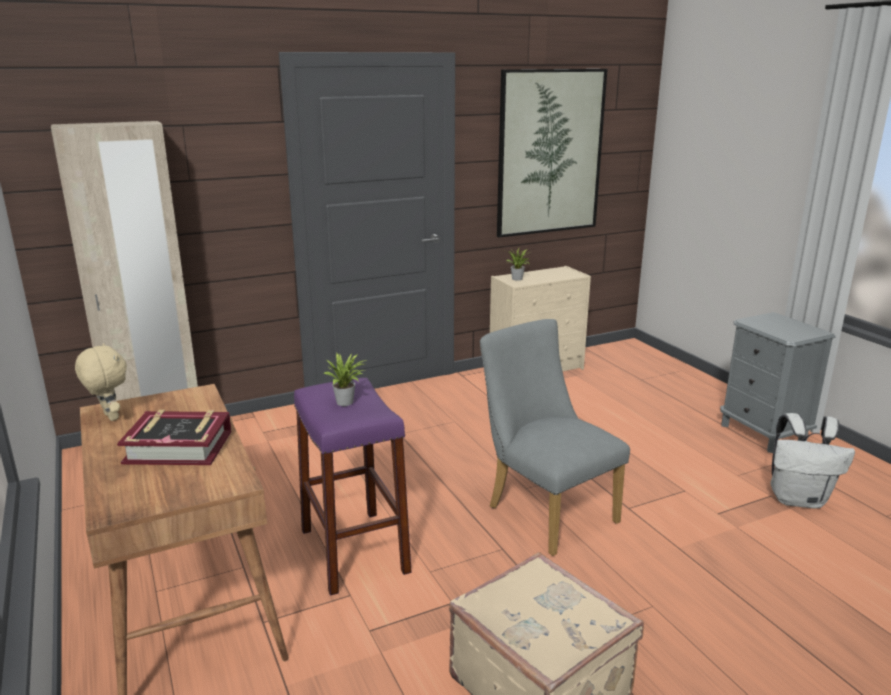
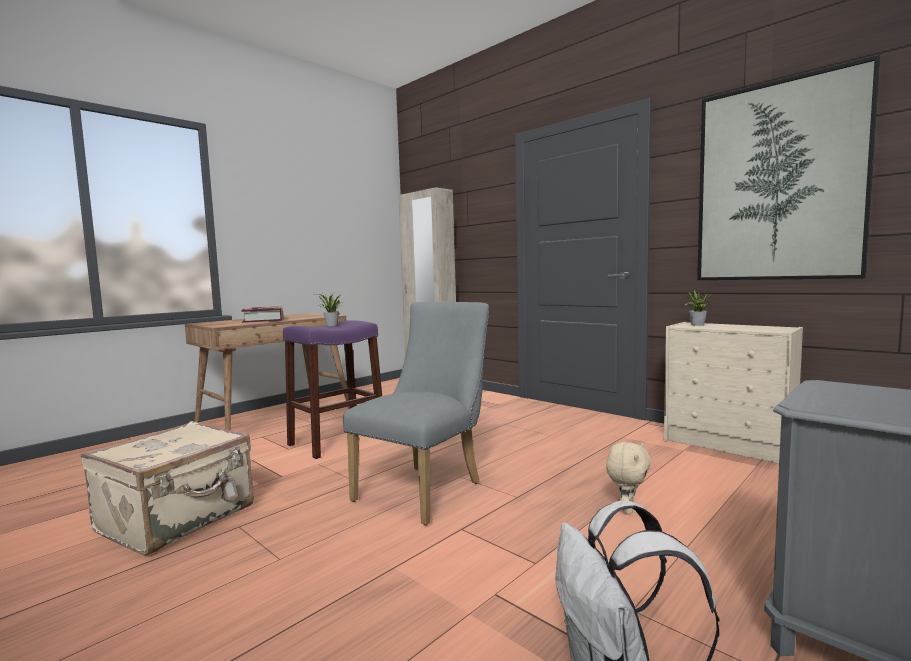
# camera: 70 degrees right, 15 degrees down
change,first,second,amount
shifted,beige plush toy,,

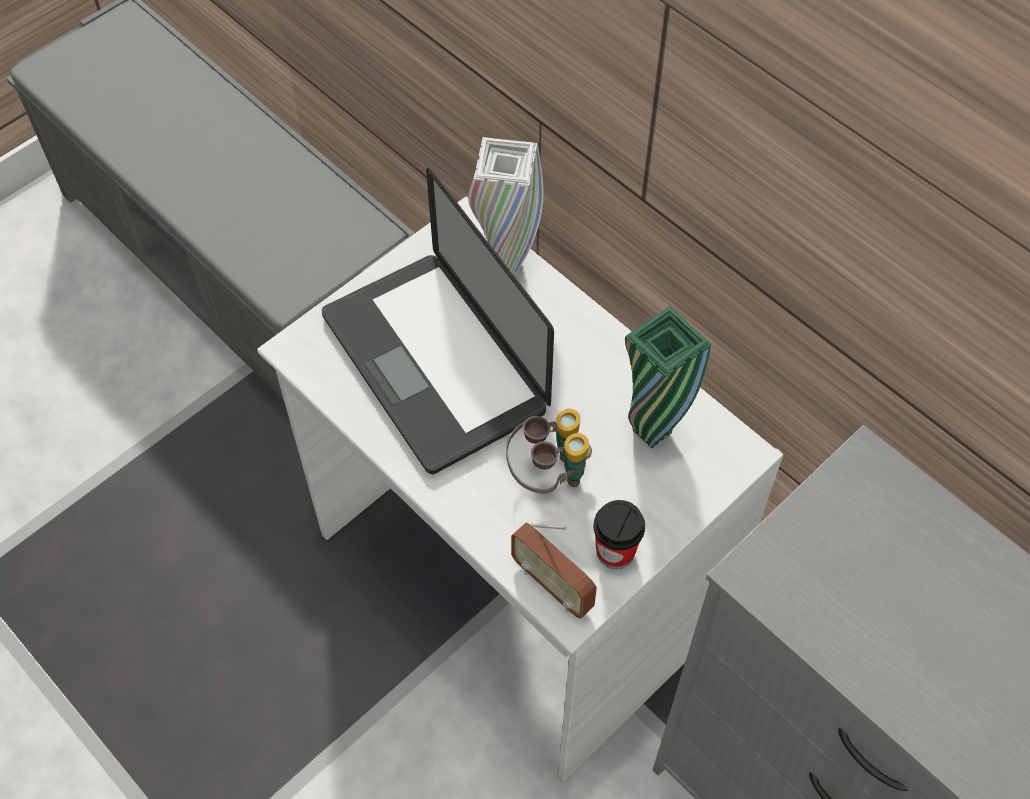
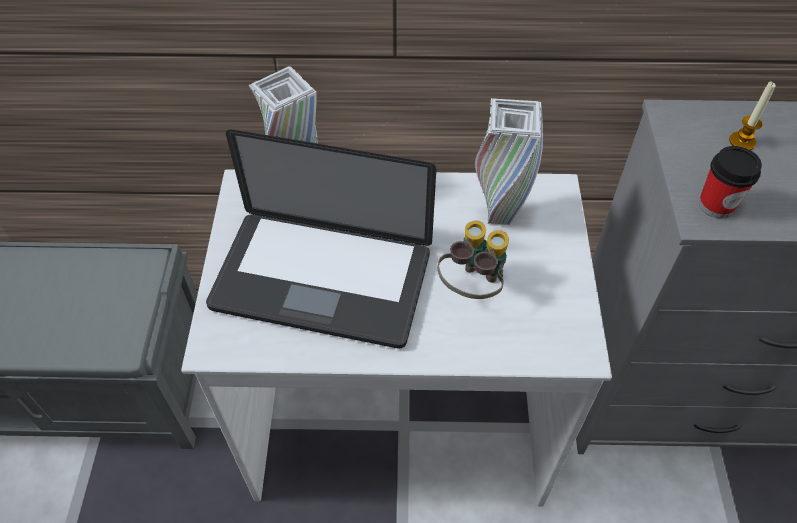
# camera: 45 degrees left, 5 degrees down
change,first,second,amount
repainted,green vase,white vase (no. 2 from left),
shifted,cup,,
gone,radio,,
new,,candle,

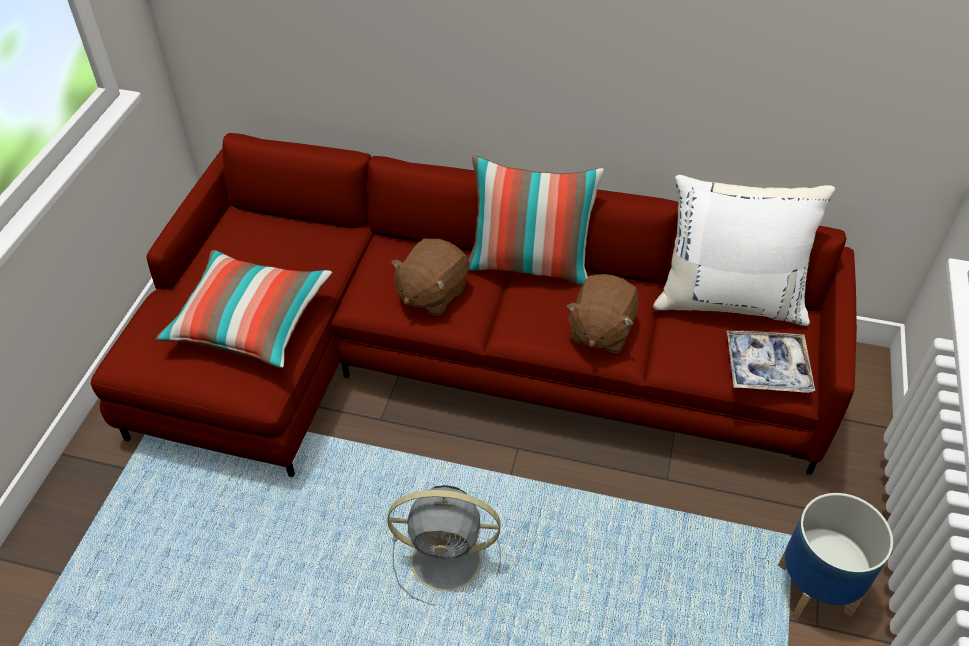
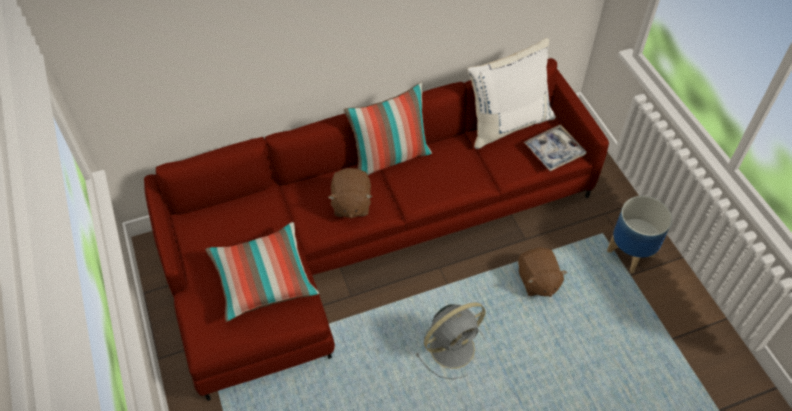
# camera: 35 degrees left, 5 degrees up
change,first,second,amount
shifted,brown plush toy (no. 2 from left),,

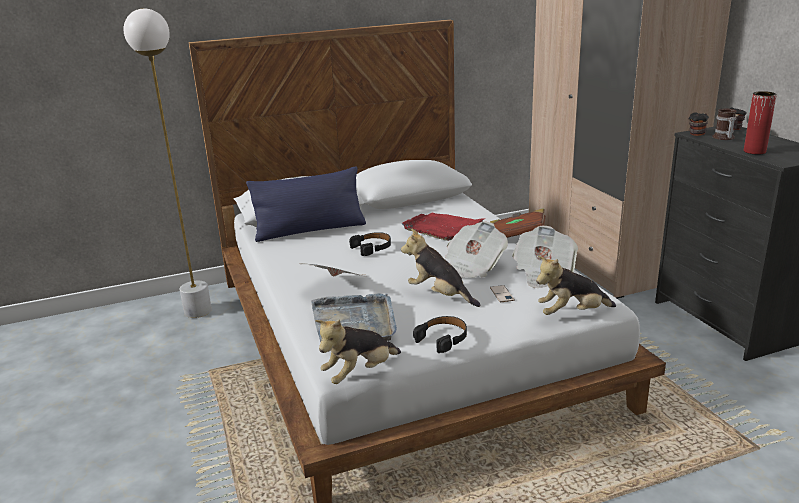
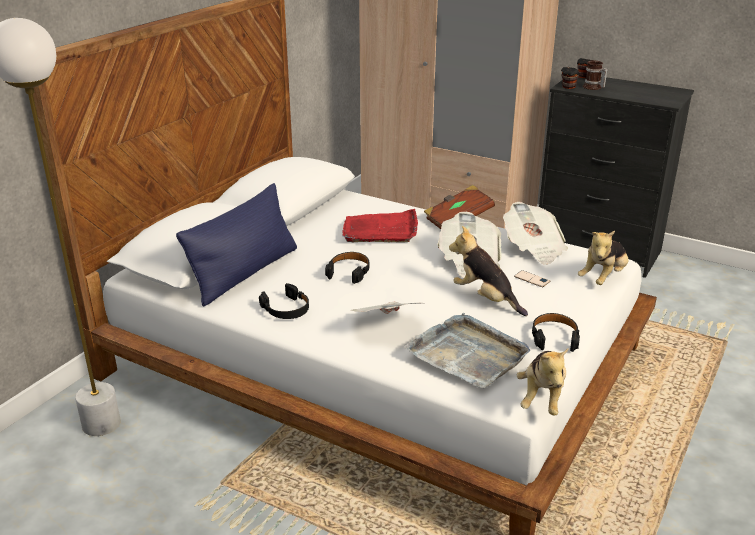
# camera: 40 degrees left, 5 degrees up
change,first,second,amount
gone,red vase,,
rotated,plush toy (no. 2 from left in the first image),plush toy (no. 1 from left),45 degrees clockwise
new,,black headphones (no. 1 from left),

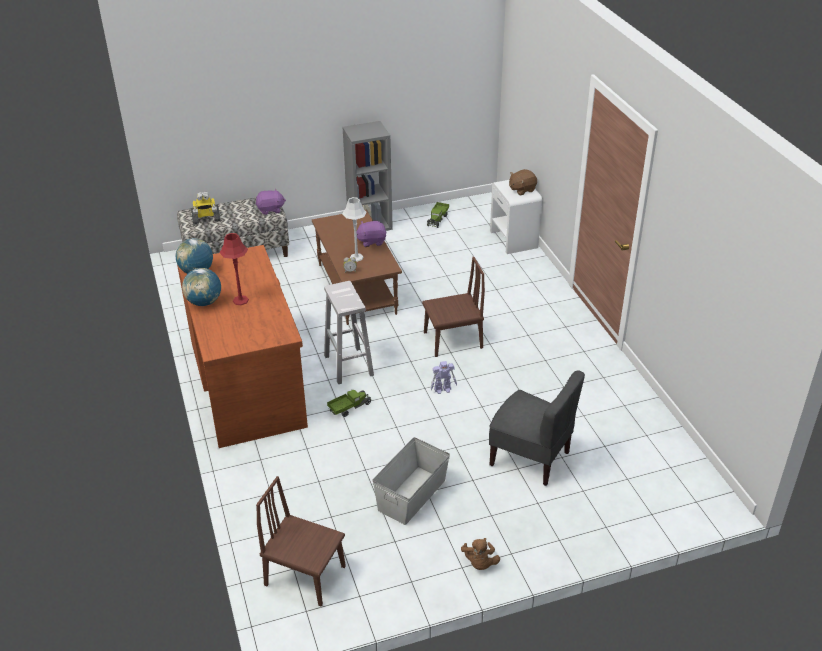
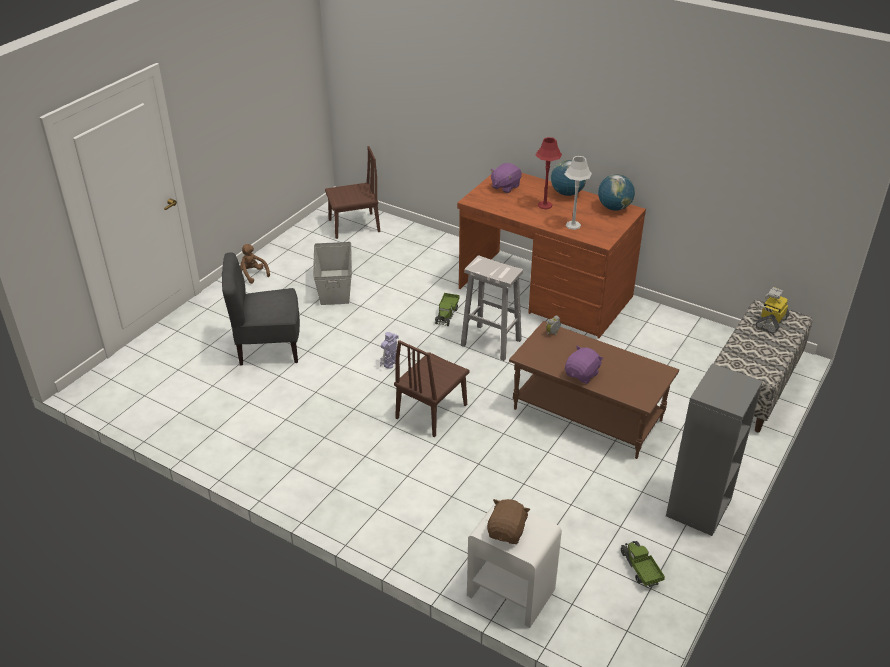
# camera: 140 degrees right, 0 degrees up
change,first,second,amount
shifted,purple plush toy (no. 1 from left),,
shifted,grey table lamp,,

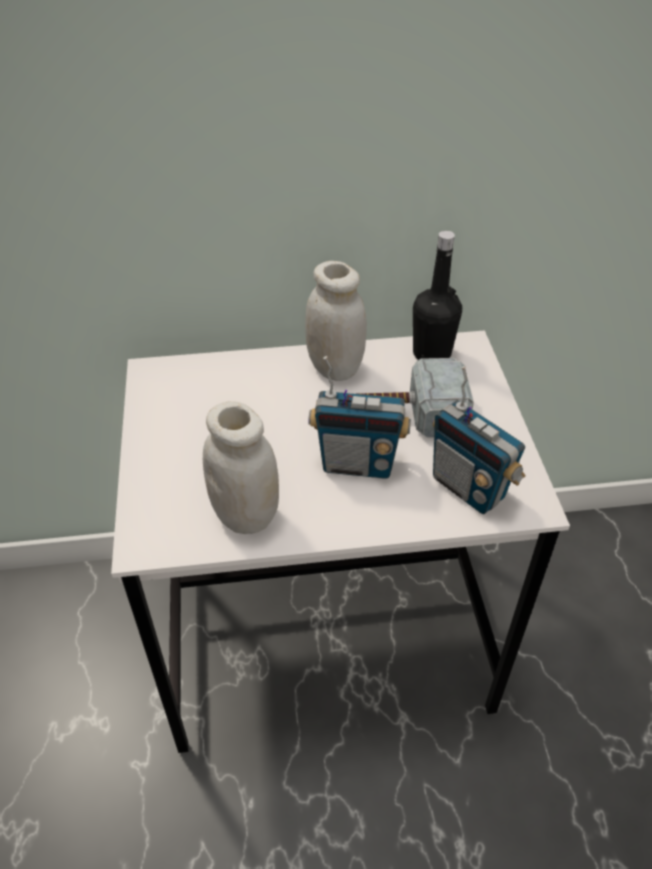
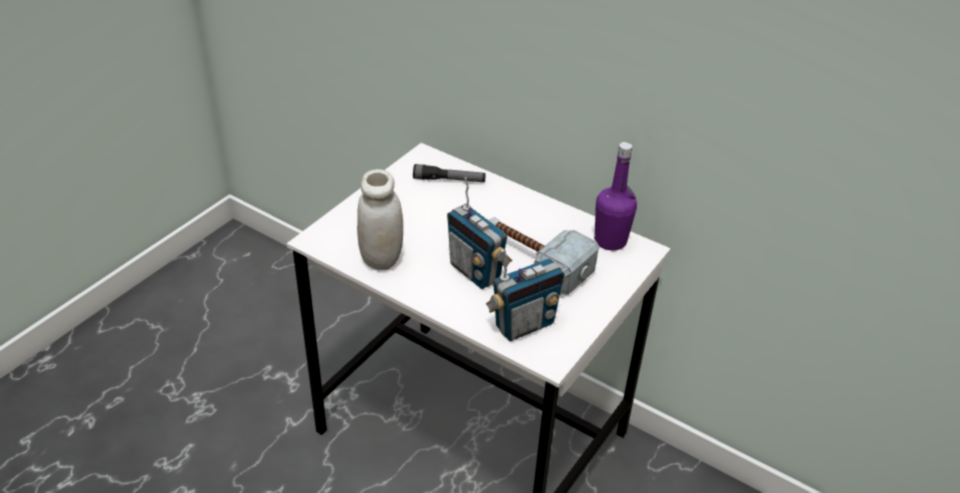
# camera: 40 degrees right, 5 degrees down
change,first,second,amount
repainted,black bottle,purple bottle,
gone,white jar (no. 2 from left),,
rotated,radio (no. 2 from left),,120 degrees counterclockwise
new,,flashlight,

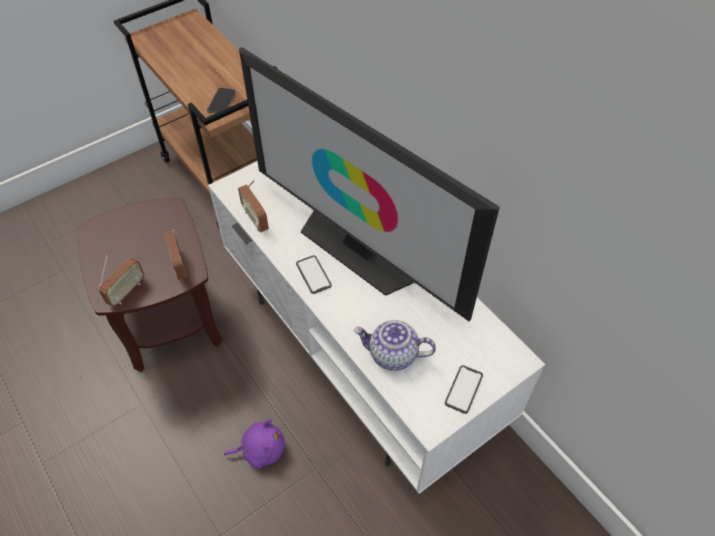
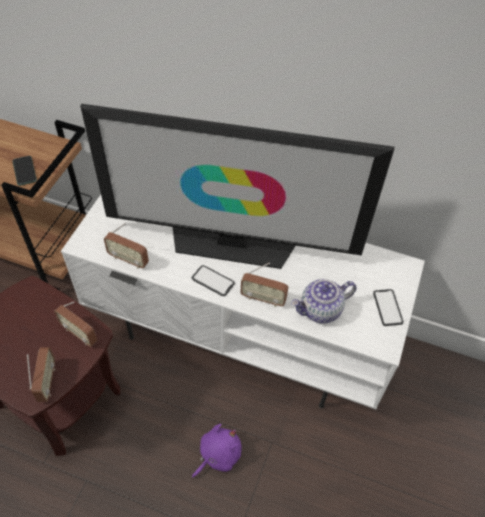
# camera: 35 degrees left, 0 degrees up
change,first,second,amount
new,,radio (no. 4 from left),

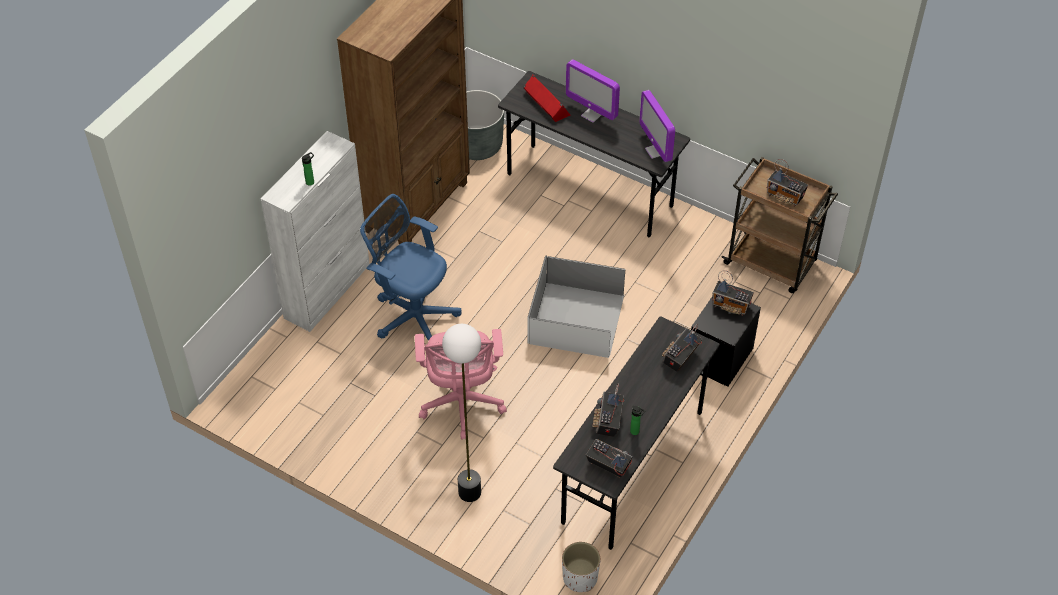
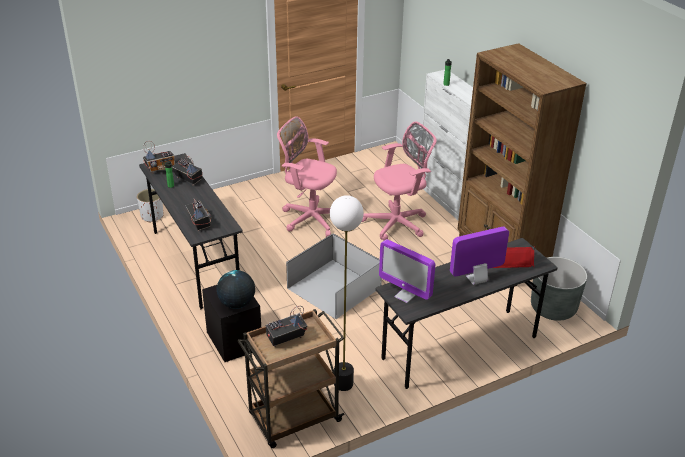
# camera: 120 degrees right, 15 degrees down
change,first,second,amount
rotated,monitor (no. 2 from left in the first image),monitor (no. 1 from left),150 degrees counterclockwise
repainted,blue office chair,pink office chair (no. 2 from left),
swapped,radio (no. 4 from left),globe,
shifted,floor lamp,,

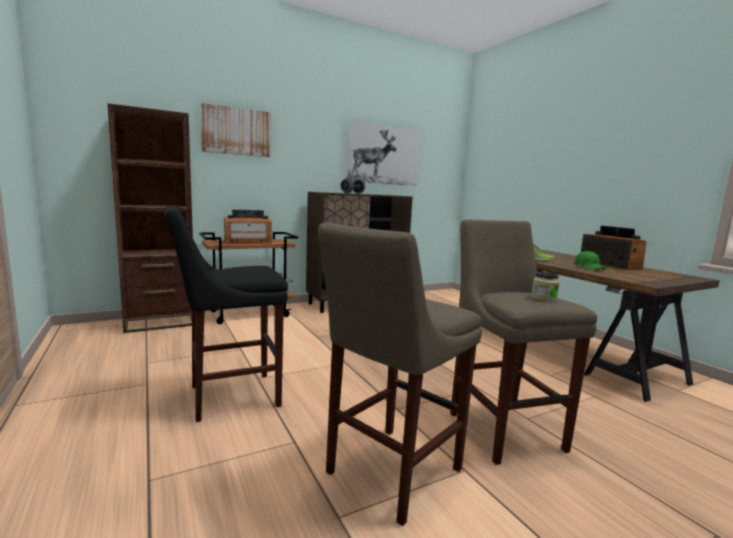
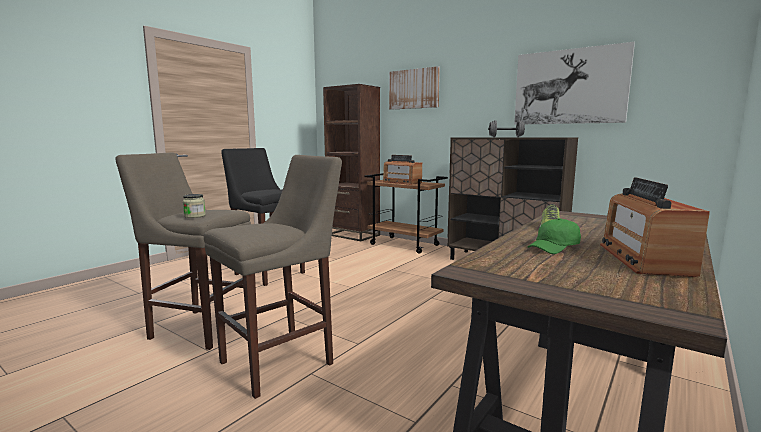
# camera: 65 degrees right, 0 degrees up
change,first,second,amount
rotated,radio (no. 2 from left),,150 degrees clockwise
shifted,jar,,

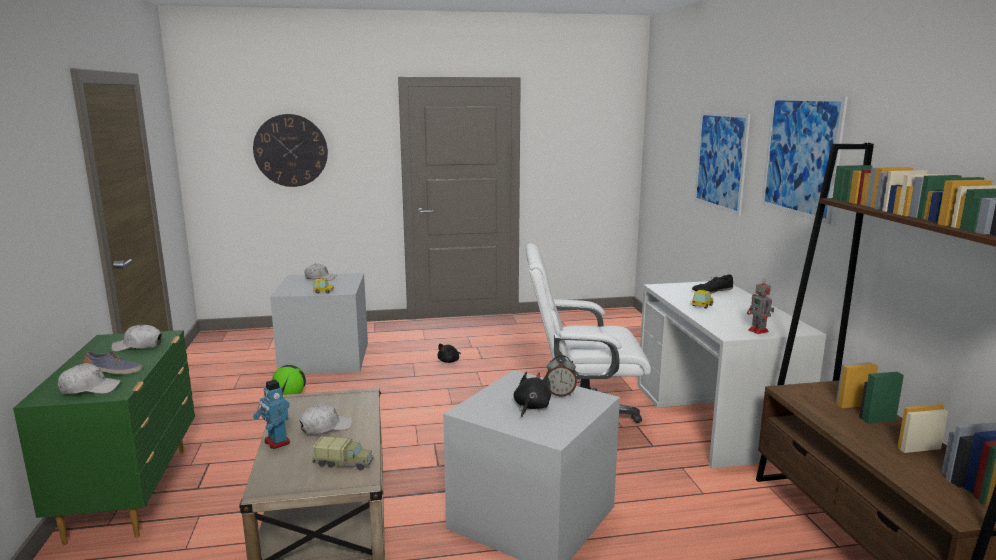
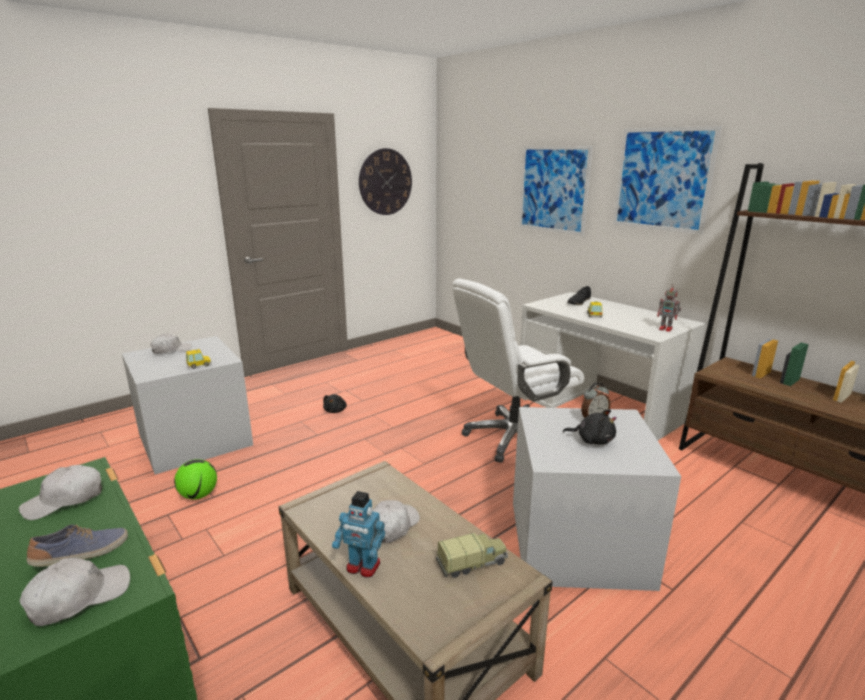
# camera: 30 degrees left, 5 degrees up
change,first,second,amount
shifted,wall clock,,
rotated,black plush toy (no. 2 from left),,120 degrees clockwise

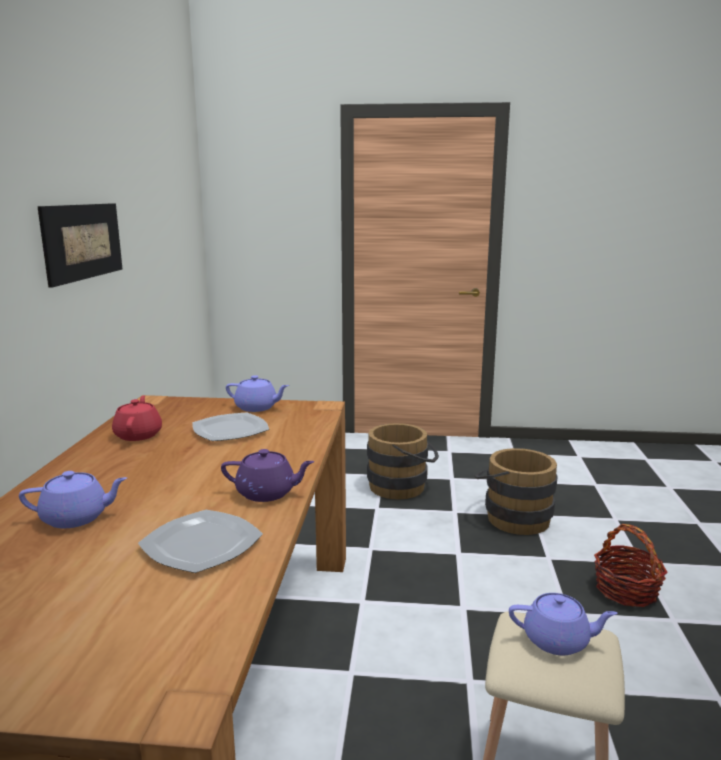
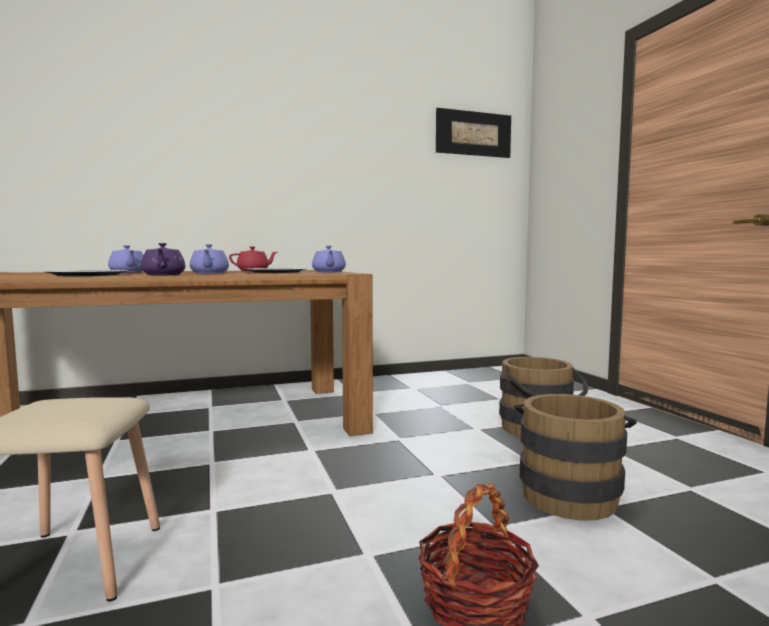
# camera: 65 degrees right, 10 degrees down
change,first,second,amount
shifted,picture,,
shifted,purple teapot (no. 4 from left in the first image),purple teapot (no. 3 from left),

